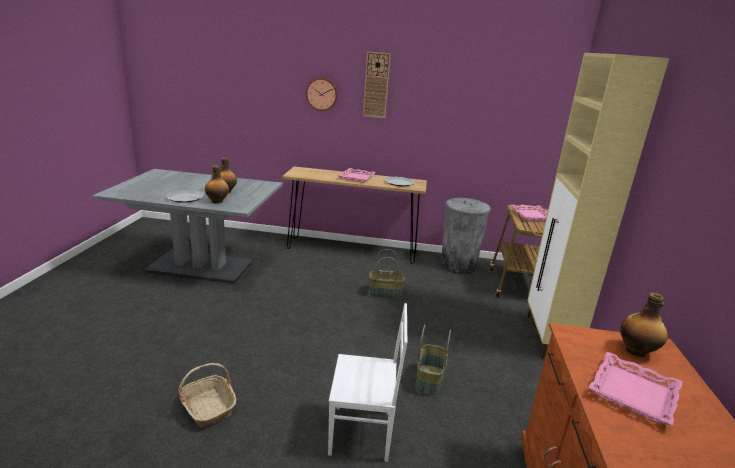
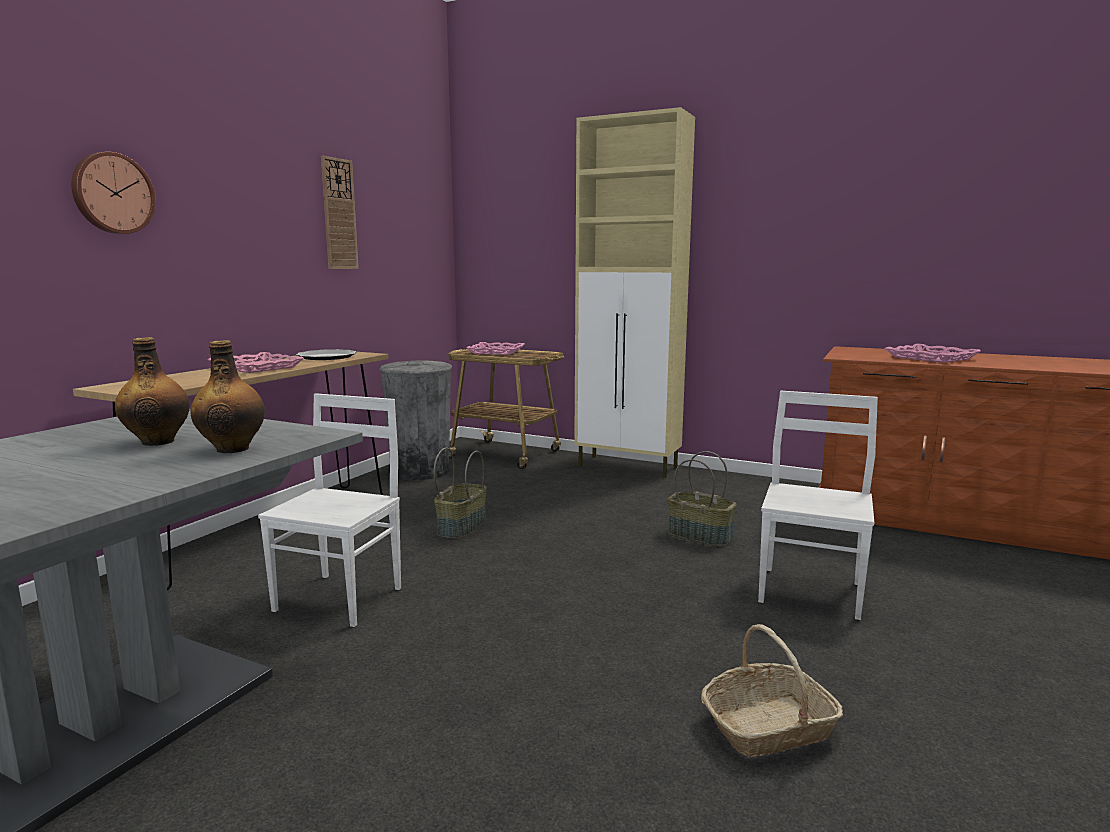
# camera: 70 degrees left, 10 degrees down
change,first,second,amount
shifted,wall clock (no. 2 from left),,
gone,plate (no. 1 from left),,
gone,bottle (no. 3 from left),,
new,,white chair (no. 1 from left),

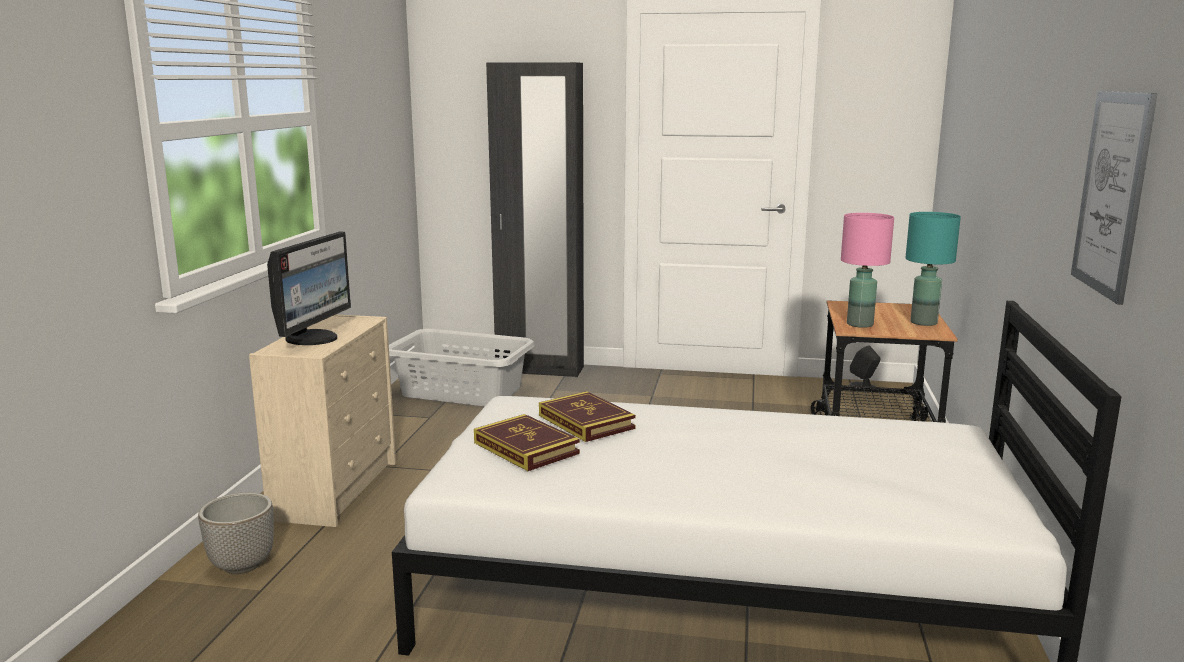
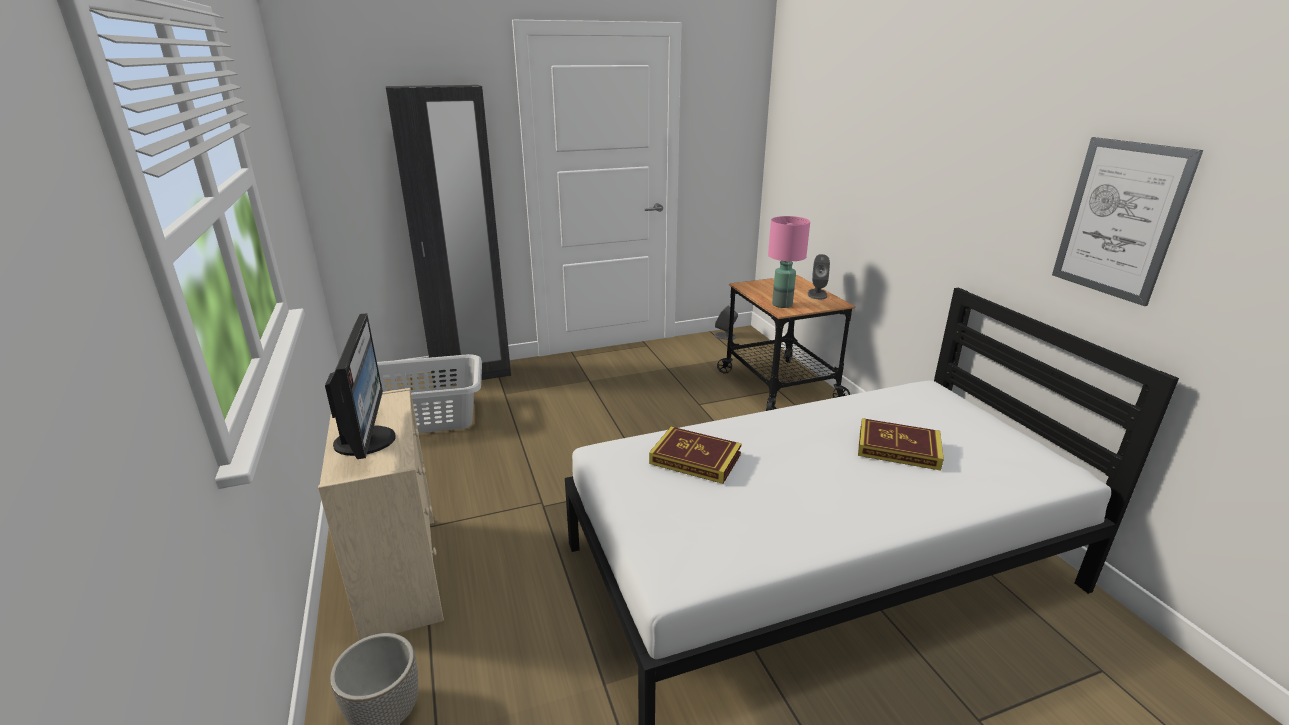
# camera: 30 degrees left, 10 degrees up
change,first,second,amount
swapped,turquoise table lamp,grey speaker (no. 2 from left),
shifted,book (no. 1 from left in the first image),book (no. 2 from left),

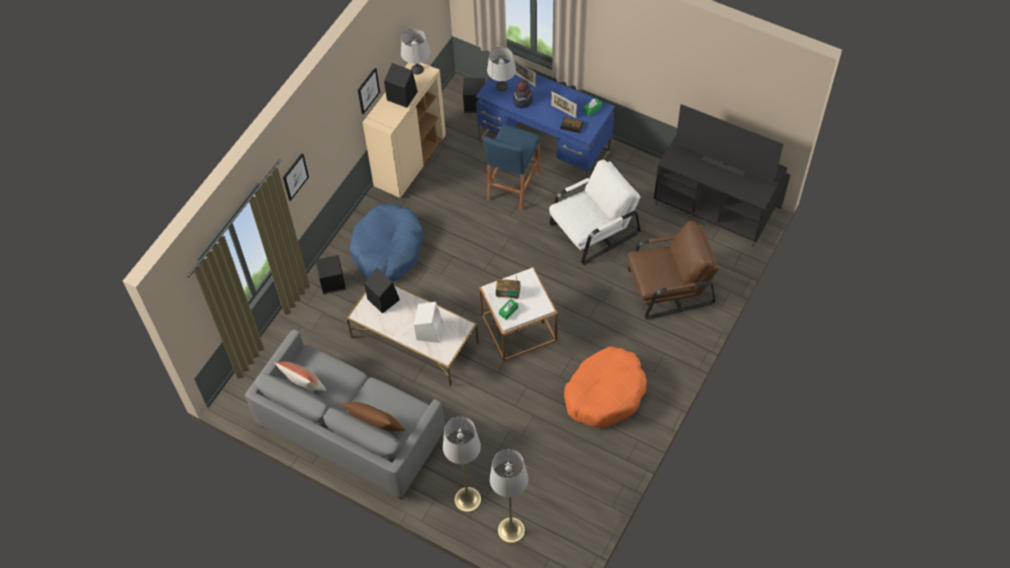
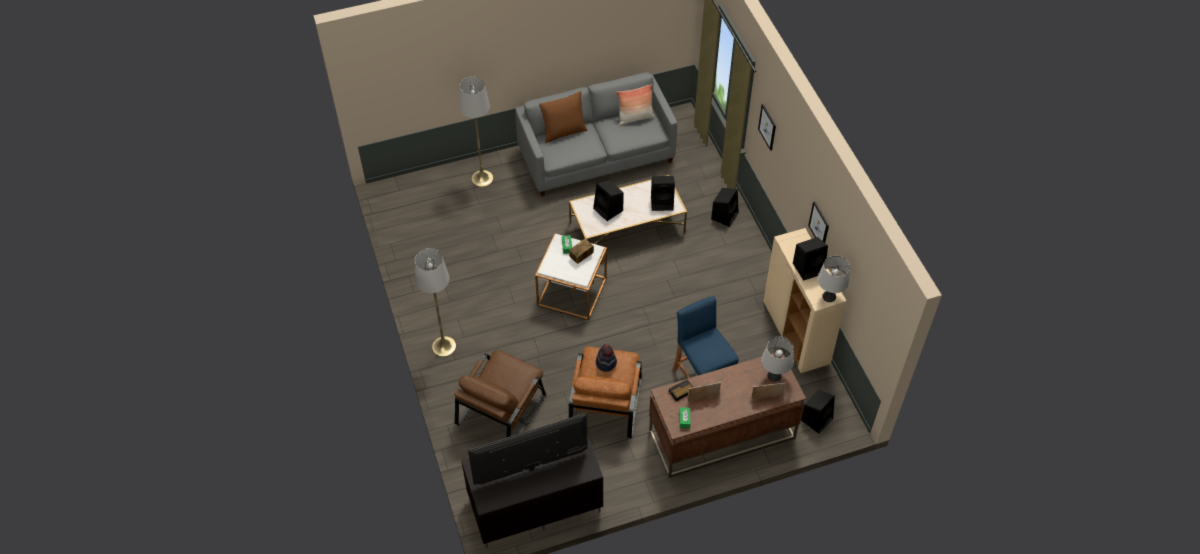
# camera: 130 degrees right, 5 degrees down
change,first,second,amount
repainted,blue desk,brown desk,
shifted,hat,,
repainted,white armchair,brown armchair (no. 2 from left),
gone,blue dog bed,,
repainted,white speaker,black speaker (no. 1 from left),
gone,orange dog bed,,
shifted,grey floor lamp (no. 2 from left in the first image),grey floor lamp (no. 1 from left),

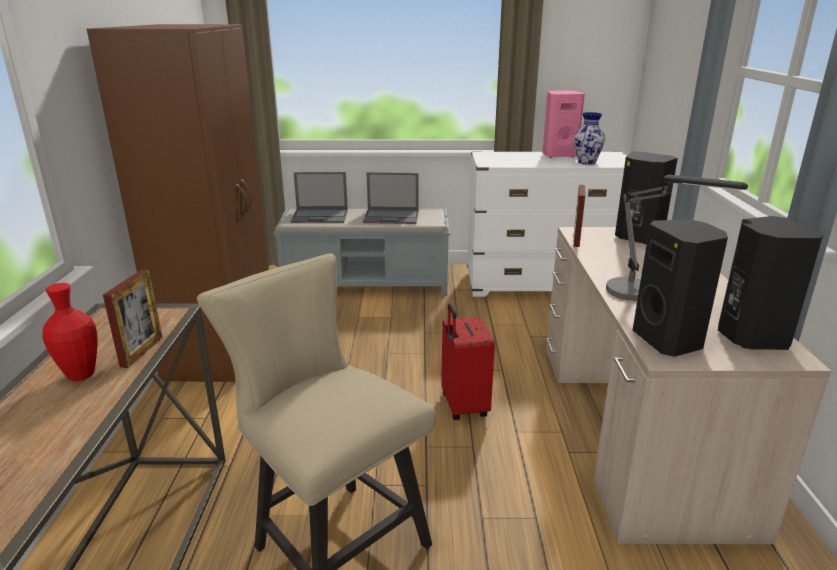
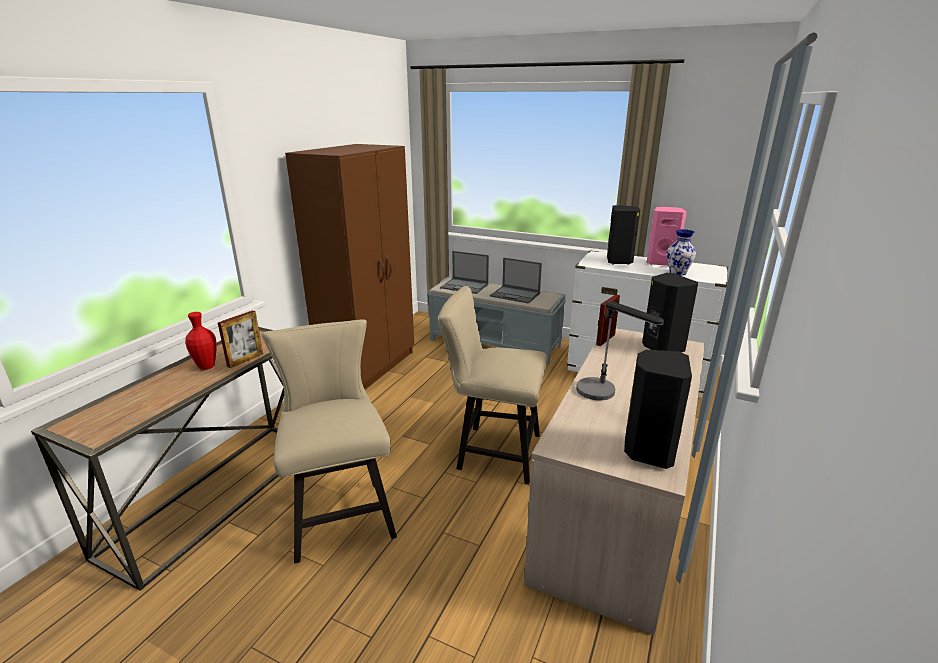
# camera: 25 degrees right, 0 degrees up
change,first,second,amount
shifted,black speaker (no. 2 from left in the first image),black speaker (no. 1 from left),
swapped,red suitcase,beige chair (no. 2 from left),

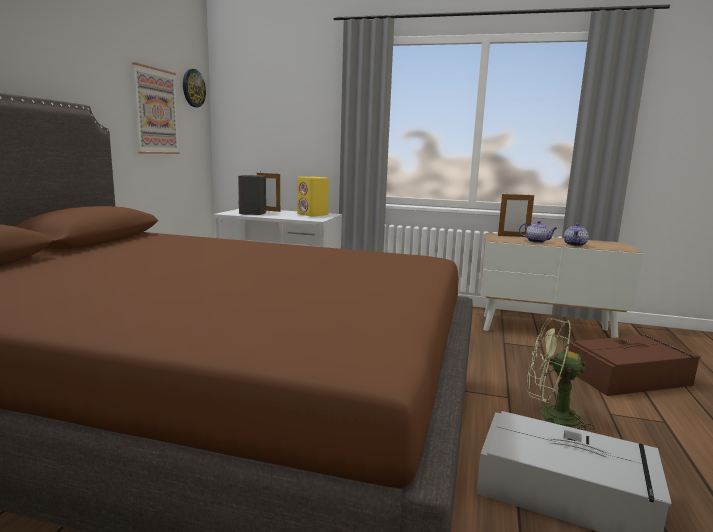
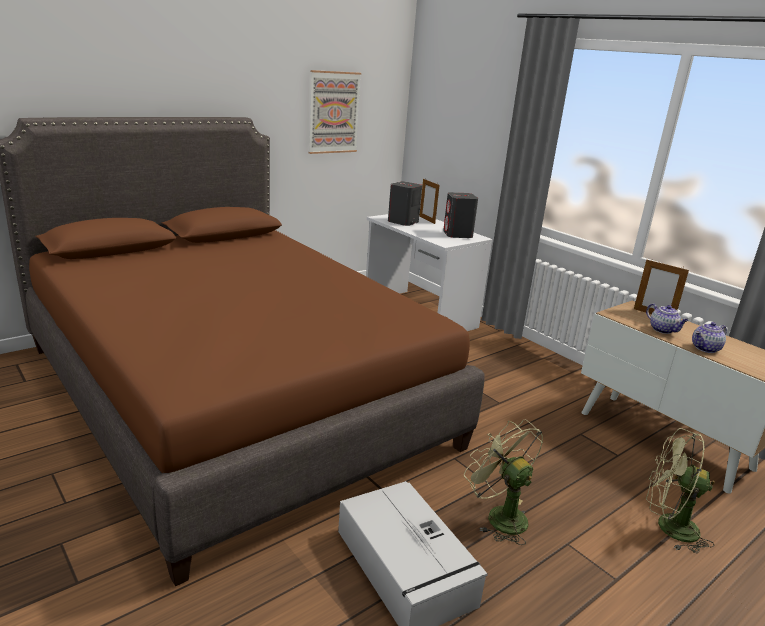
# camera: 35 degrees right, 10 degrees up
change,first,second,amount
gone,wall clock,,
repainted,yellow speaker,grey speaker (no. 2 from left),
swapped,brown storage box,green fan (no. 2 from left),

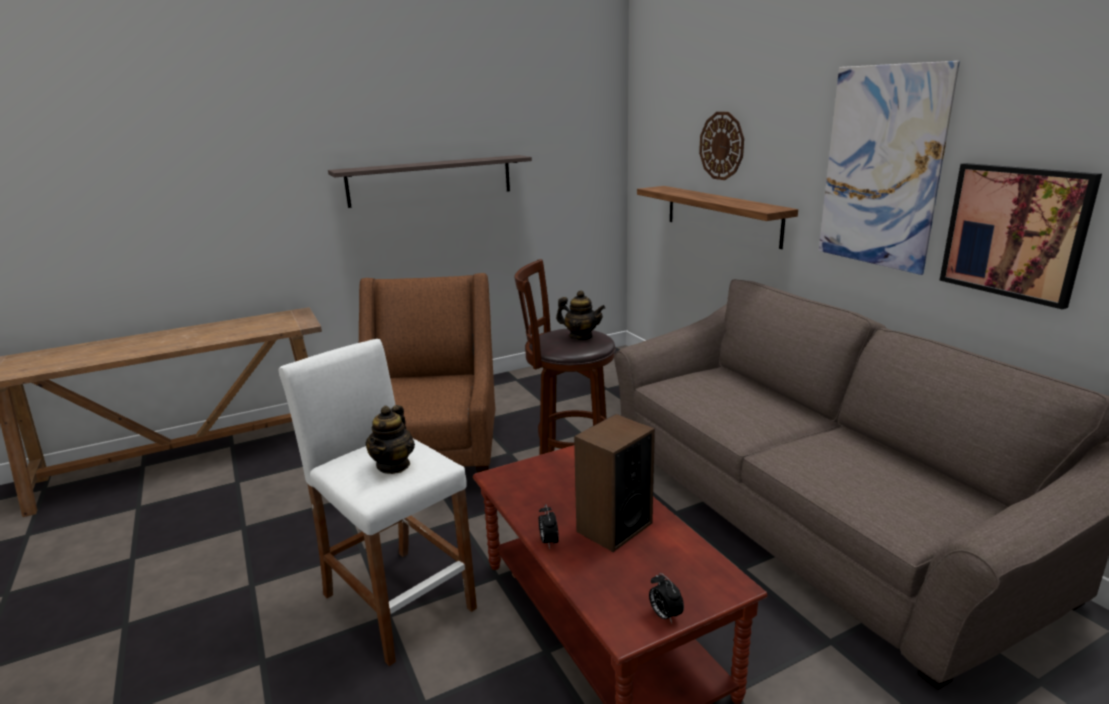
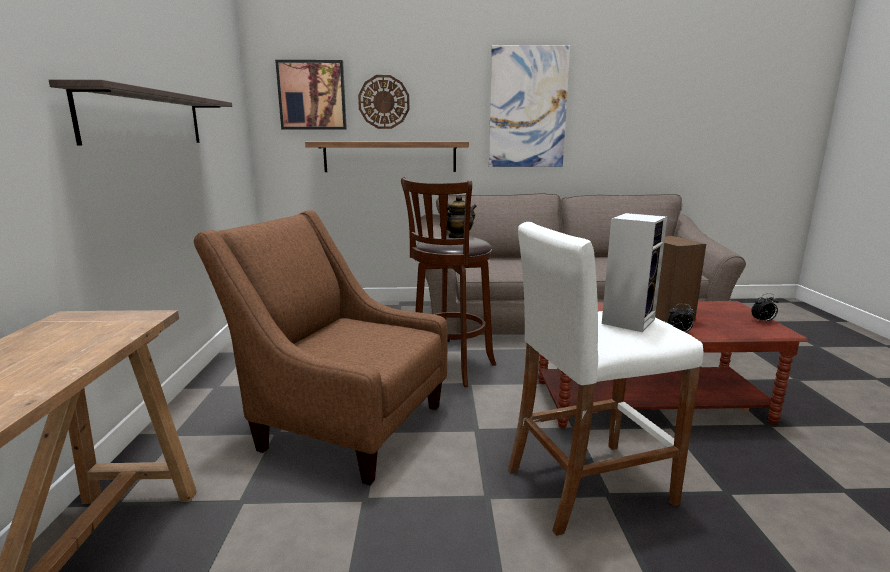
# camera: 65 degrees left, 5 degrees down
change,first,second,amount
shifted,picture (no. 2 from left in the first image),picture (no. 1 from left),
swapped,teapot (no. 1 from left),speaker (no. 1 from left),

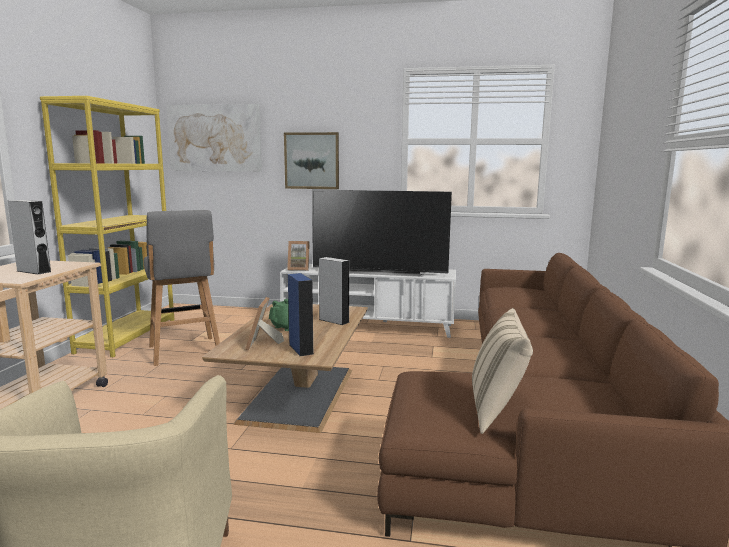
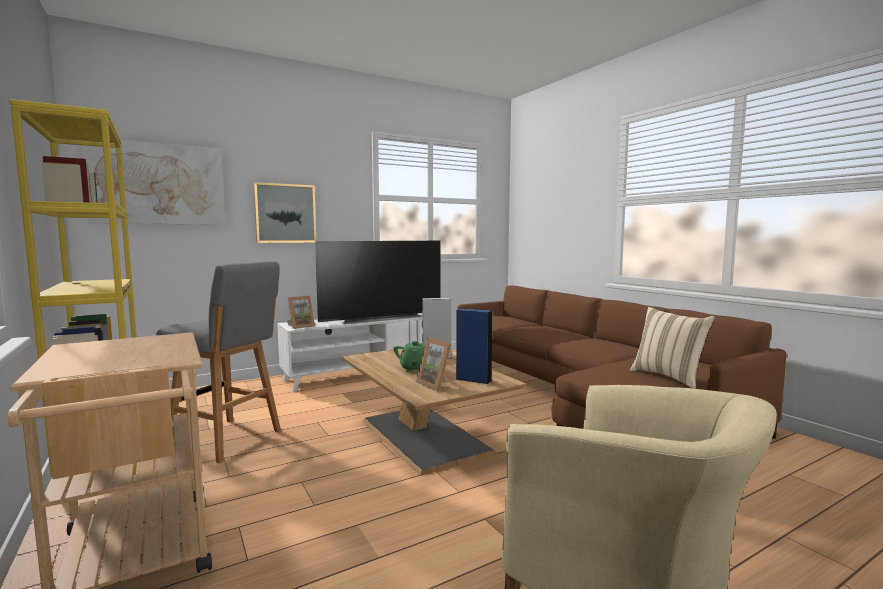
# camera: 40 degrees left, 5 degrees down
change,first,second,amount
gone,grey speaker (no. 1 from left),,

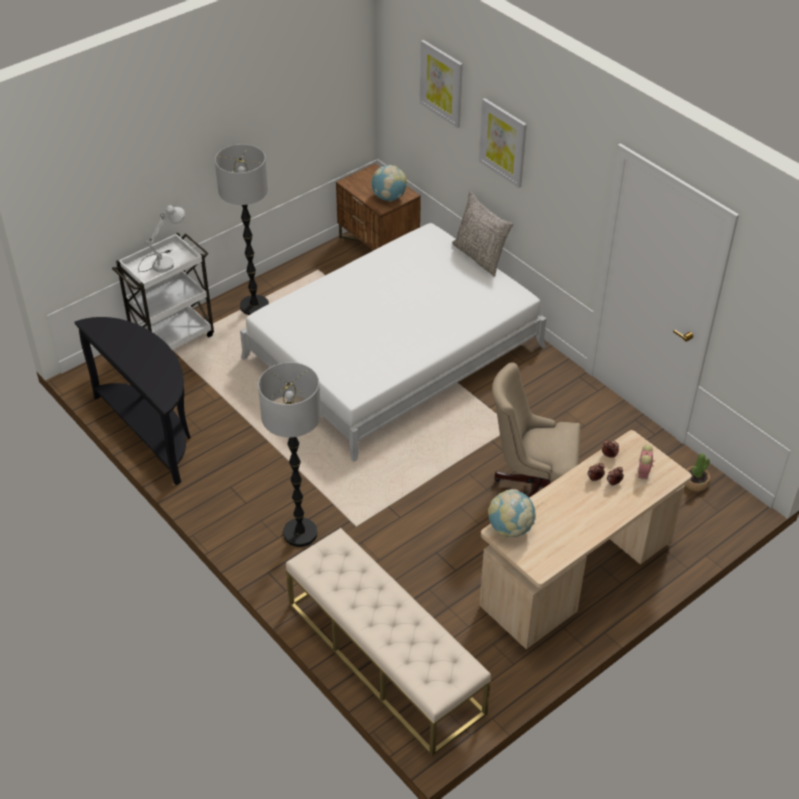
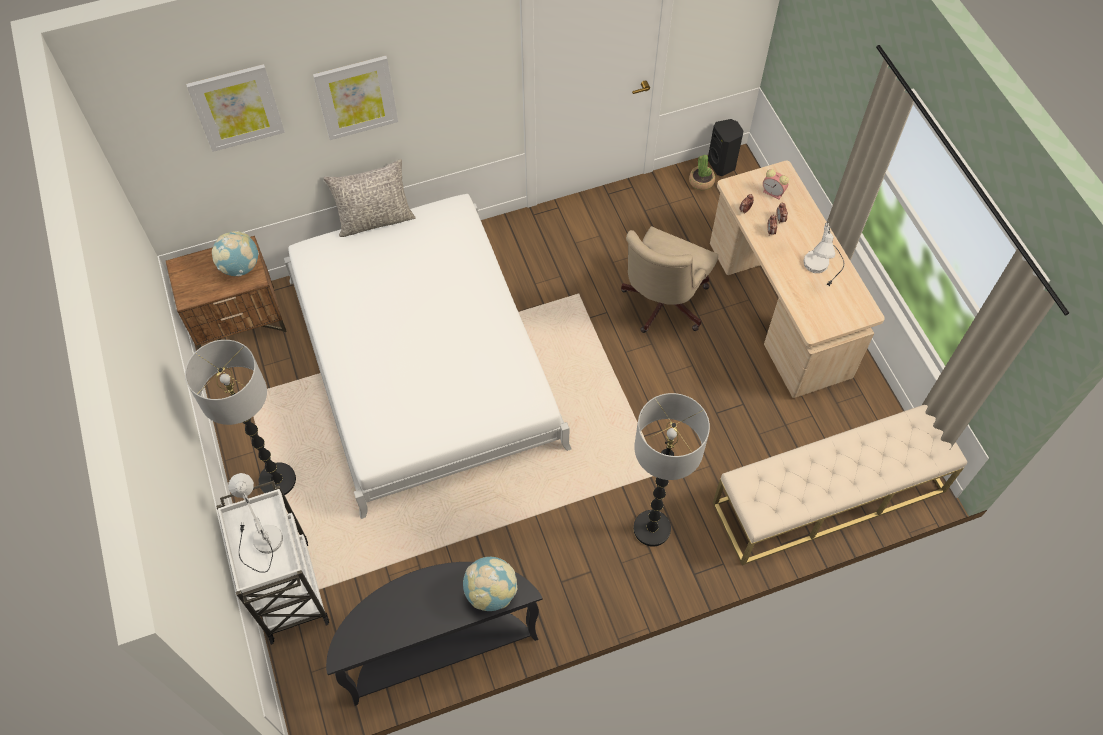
# camera: 70 degrees left, 15 degrees up
change,first,second,amount
shifted,globe (no. 2 from left),,
new,,black speaker,
new,,white table lamp (no. 2 from left),

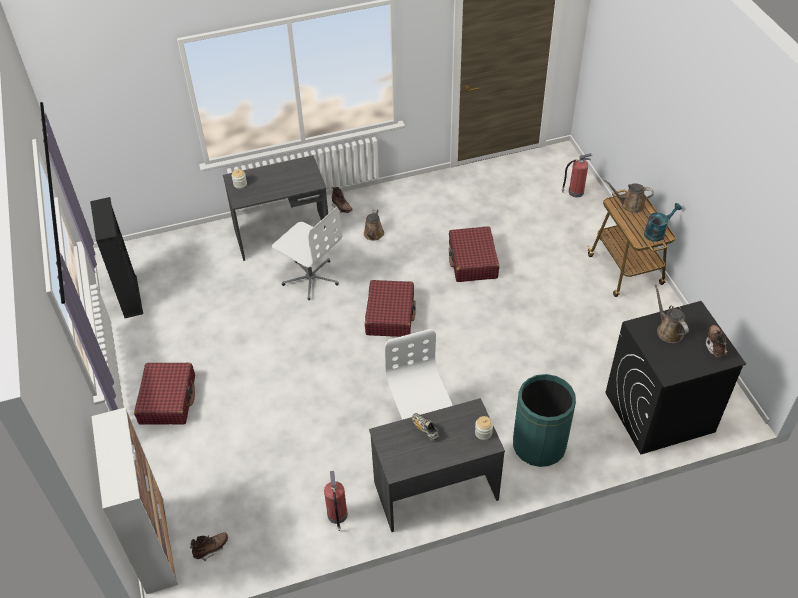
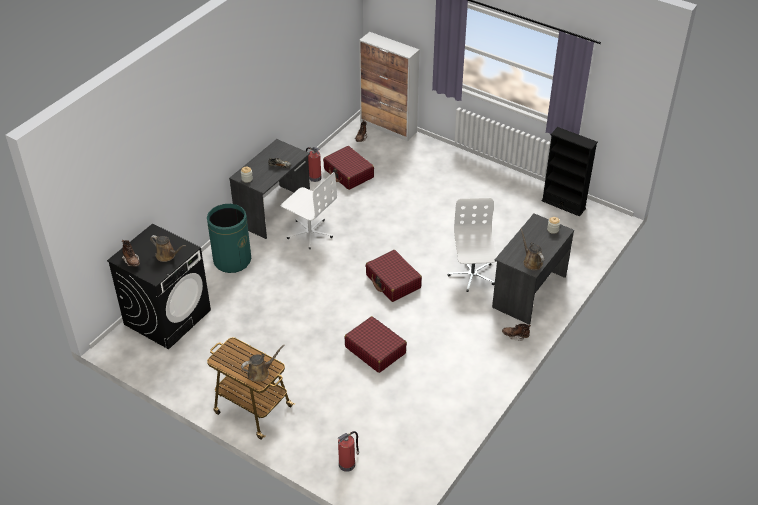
# camera: 140 degrees right, 5 degrees down
change,first,second,amount
gone,turquoise watering can,,
rotated,white office chair (no. 1 from left in the first image),white office chair (no. 2 from left),90 degrees clockwise
shifted,brown watering can (no. 1 from left in the first image),brown watering can (no. 3 from left),
shifted,red suitcase (no. 1 from left),,

